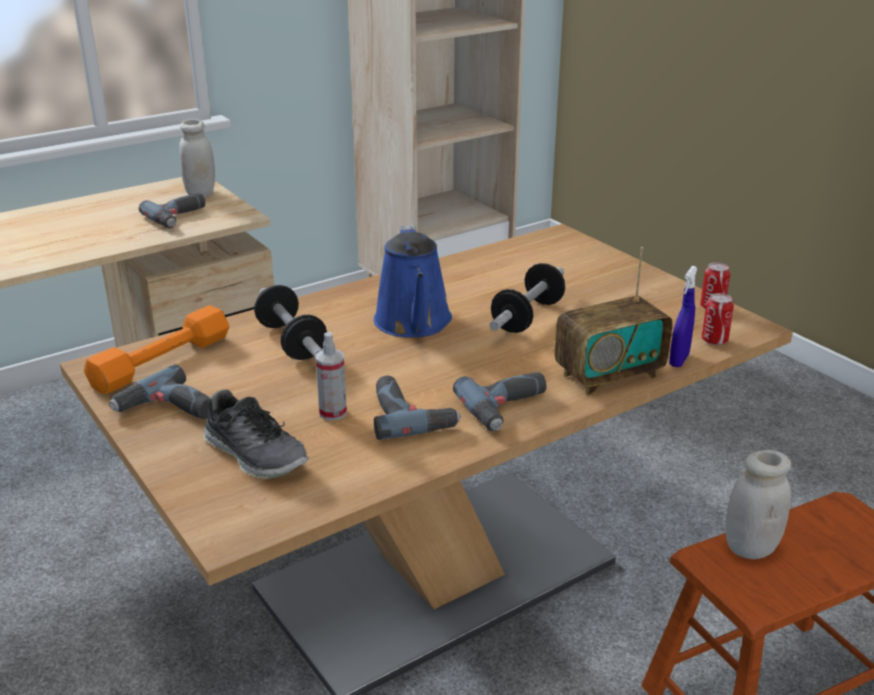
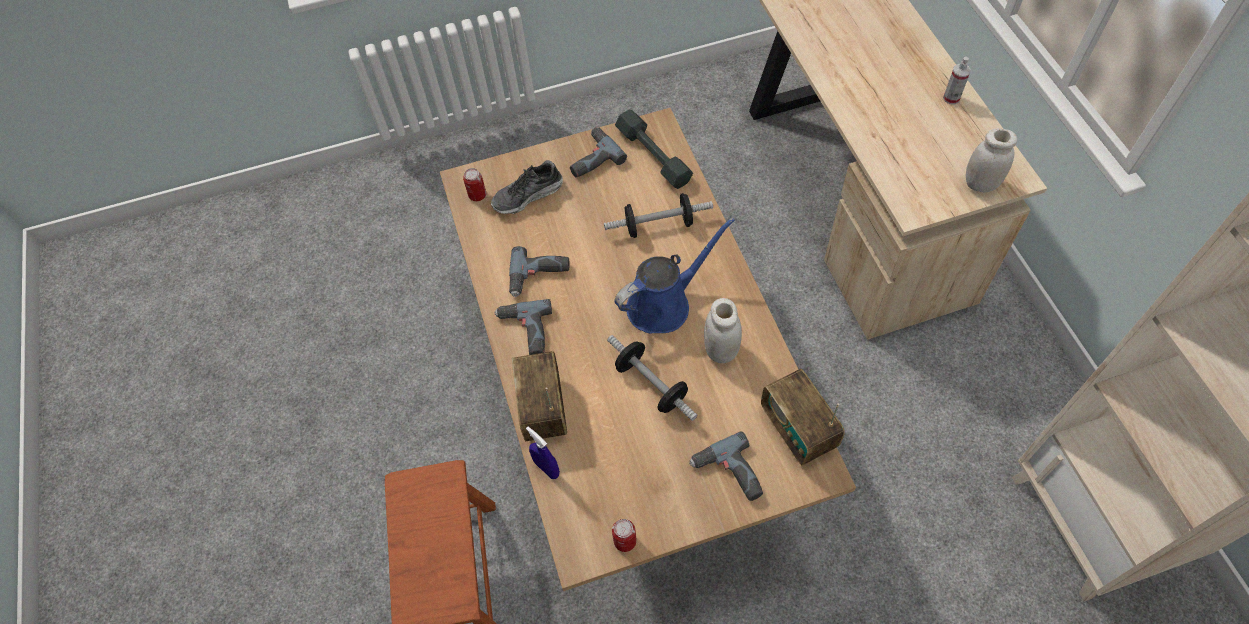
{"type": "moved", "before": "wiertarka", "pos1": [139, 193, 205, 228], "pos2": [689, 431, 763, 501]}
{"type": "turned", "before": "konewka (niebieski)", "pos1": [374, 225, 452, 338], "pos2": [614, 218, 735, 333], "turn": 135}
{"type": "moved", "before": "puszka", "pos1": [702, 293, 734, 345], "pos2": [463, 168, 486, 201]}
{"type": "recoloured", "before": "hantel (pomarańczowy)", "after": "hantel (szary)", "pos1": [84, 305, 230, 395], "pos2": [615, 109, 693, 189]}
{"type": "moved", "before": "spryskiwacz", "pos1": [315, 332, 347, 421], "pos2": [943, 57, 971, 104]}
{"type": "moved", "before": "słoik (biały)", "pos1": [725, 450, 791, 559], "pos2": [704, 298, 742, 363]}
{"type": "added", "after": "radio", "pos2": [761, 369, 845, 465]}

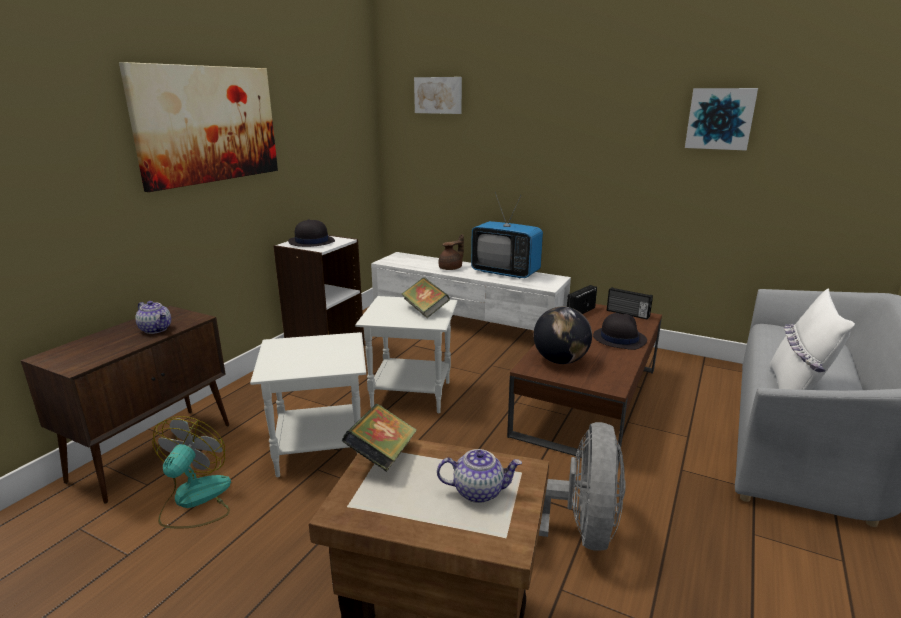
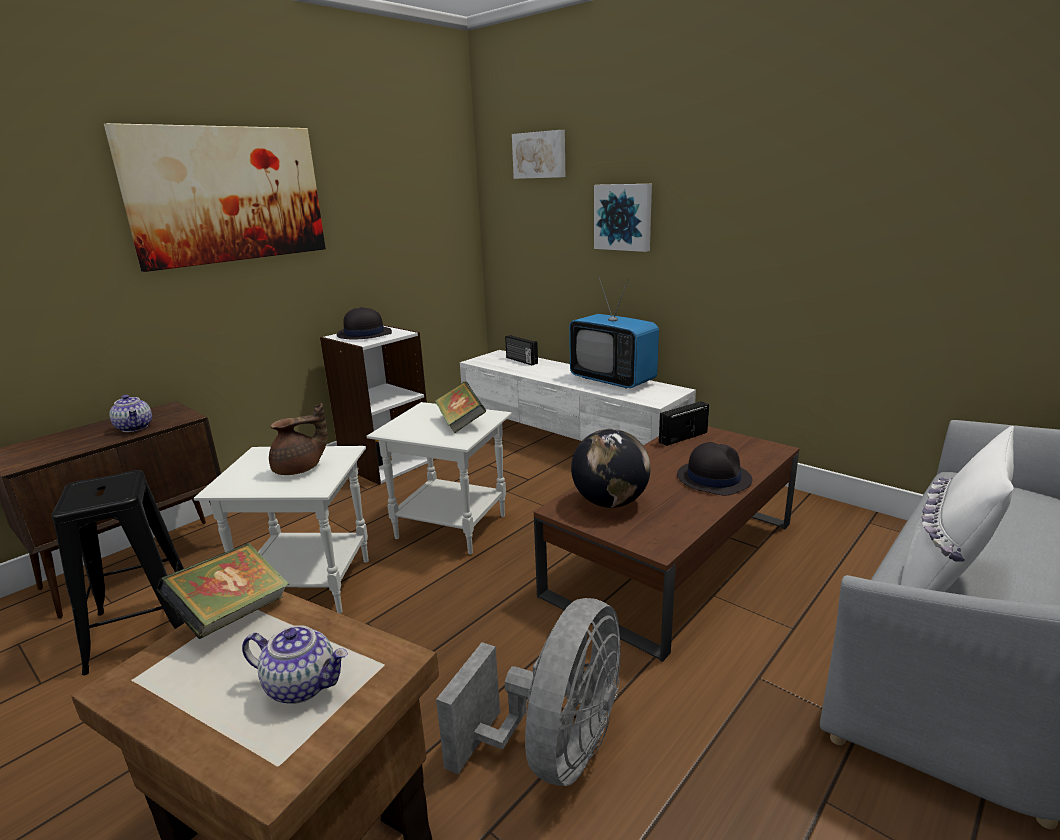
{"type": "moved", "before": "obraz", "pos1": [685, 88, 758, 151], "pos2": [594, 184, 652, 252]}
{"type": "moved", "before": "imbryk (brązowy)", "pos1": [438, 234, 464, 270], "pos2": [269, 403, 327, 475]}
{"type": "moved", "before": "radio", "pos1": [607, 287, 653, 320], "pos2": [505, 335, 538, 365]}
{"type": "replaced", "before": "wentylator", "after": "stołek (czarny)", "pos1": [152, 416, 231, 528], "pos2": [52, 470, 184, 675]}

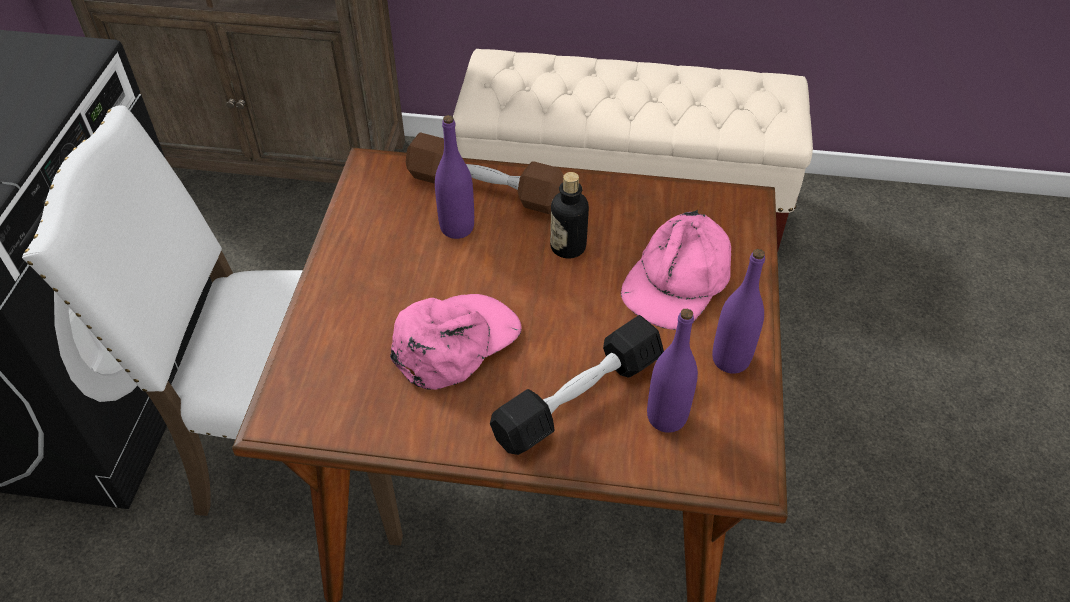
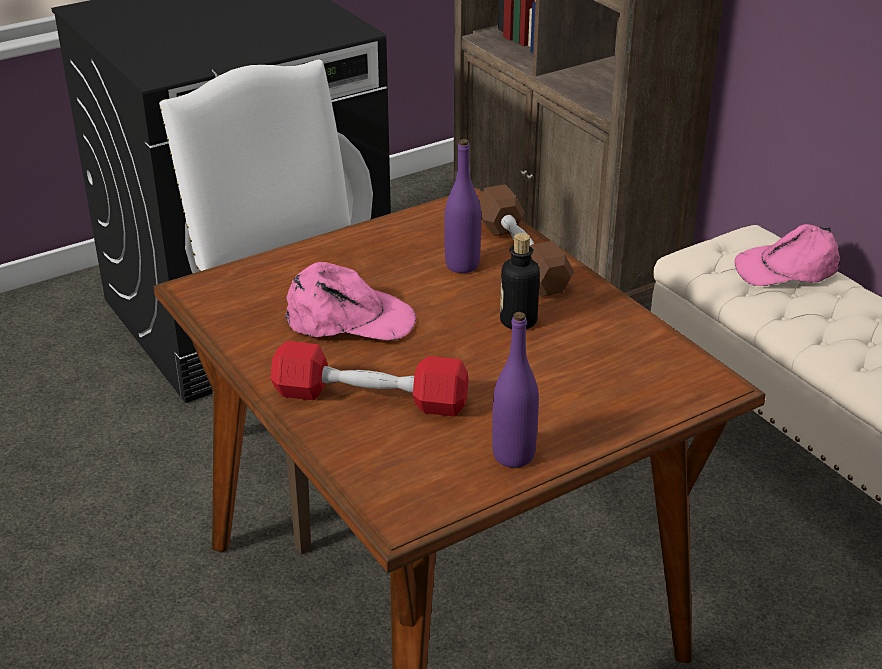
{"type": "moved", "before": "czapka z daszkiem (różowy)", "pos1": [621, 210, 731, 330], "pos2": [734, 224, 841, 286]}
{"type": "removed", "before": "butelka (fioletowy)", "pos1": [647, 309, 698, 433]}
{"type": "recoloured", "before": "hantel (czarny)", "after": "hantel (czerwony)", "pos1": [490, 315, 664, 455], "pos2": [271, 341, 469, 417]}

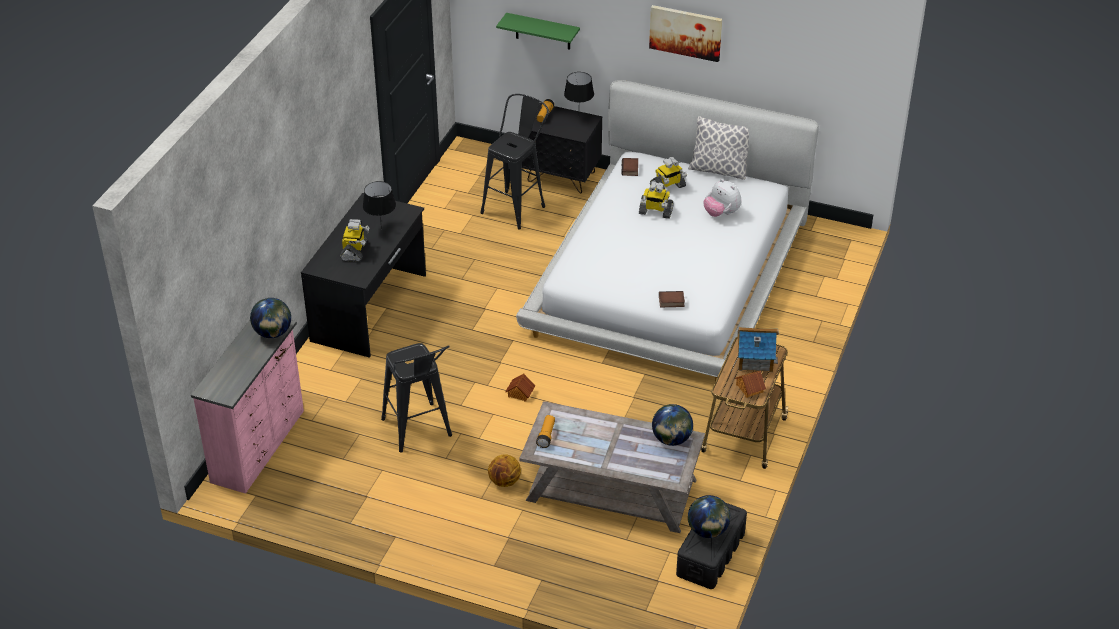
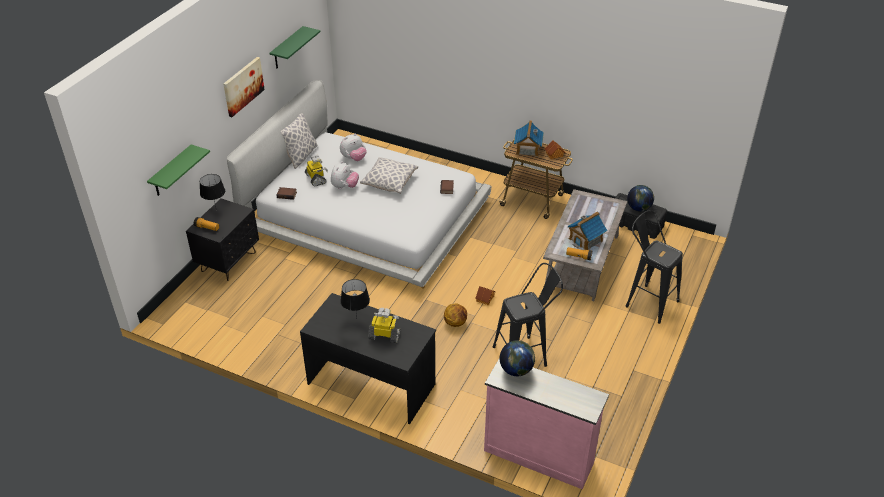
{"type": "moved", "before": "stołek (czarny)", "pos1": [480, 94, 549, 230], "pos2": [626, 210, 683, 324]}
{"type": "replaced", "before": "robot zabawkowy", "after": "pluszak", "pos1": [639, 182, 674, 219], "pos2": [331, 161, 359, 189]}
{"type": "removed", "before": "globus", "pos1": [652, 404, 693, 446]}
{"type": "moved", "before": "piłka do koszykówki", "pos1": [488, 454, 521, 487], "pos2": [444, 303, 467, 327]}
{"type": "added", "after": "półka (zielony)", "pos2": [269, 26, 320, 68]}
{"type": "added", "after": "poduszka", "pos2": [360, 157, 418, 194]}
{"type": "added", "after": "domek", "pos2": [568, 212, 607, 250]}

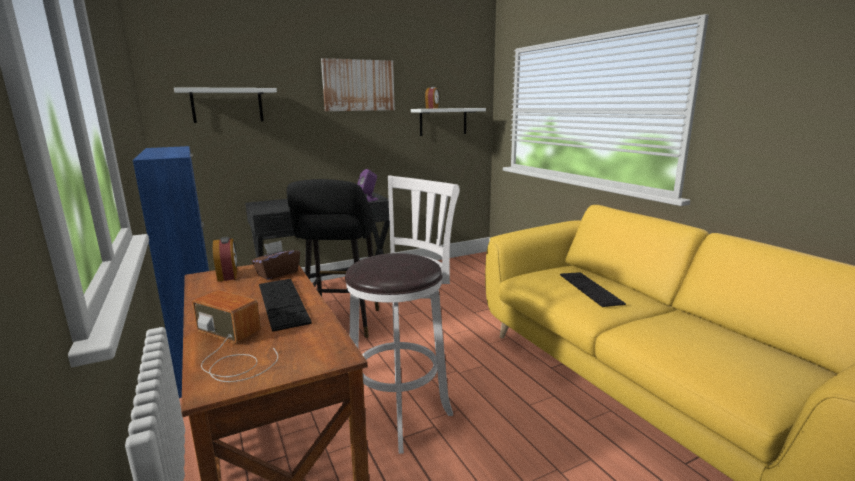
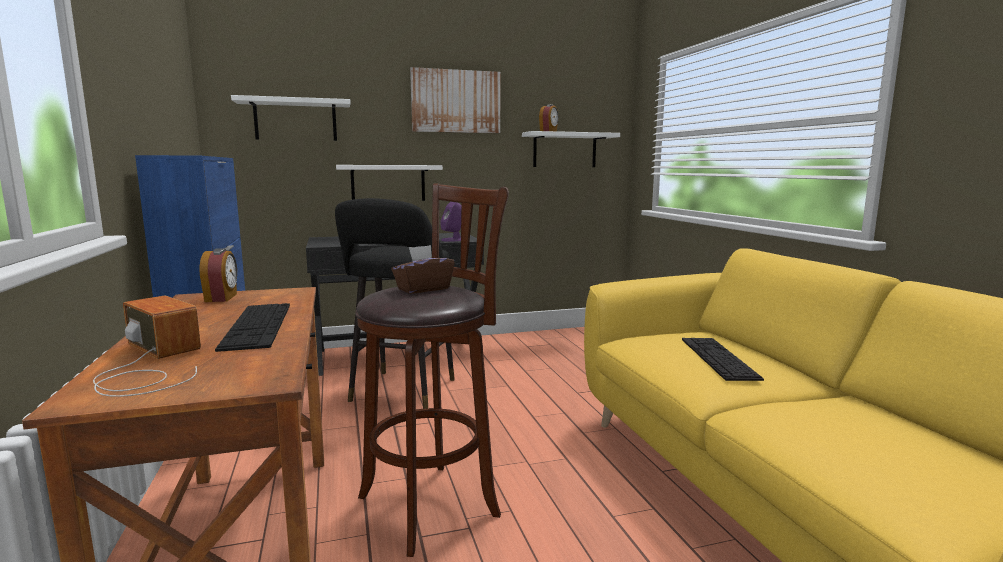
{"type": "recoloured", "before": "stołek (biały)", "after": "stołek (brązowy)", "pos1": [345, 175, 460, 454], "pos2": [355, 183, 509, 557]}
{"type": "moved", "before": "pudełko chusteczek (brązowy)", "pos1": [251, 241, 300, 280], "pos2": [391, 245, 455, 294]}
{"type": "added", "after": "półka (biały)", "pos2": [336, 165, 443, 201]}

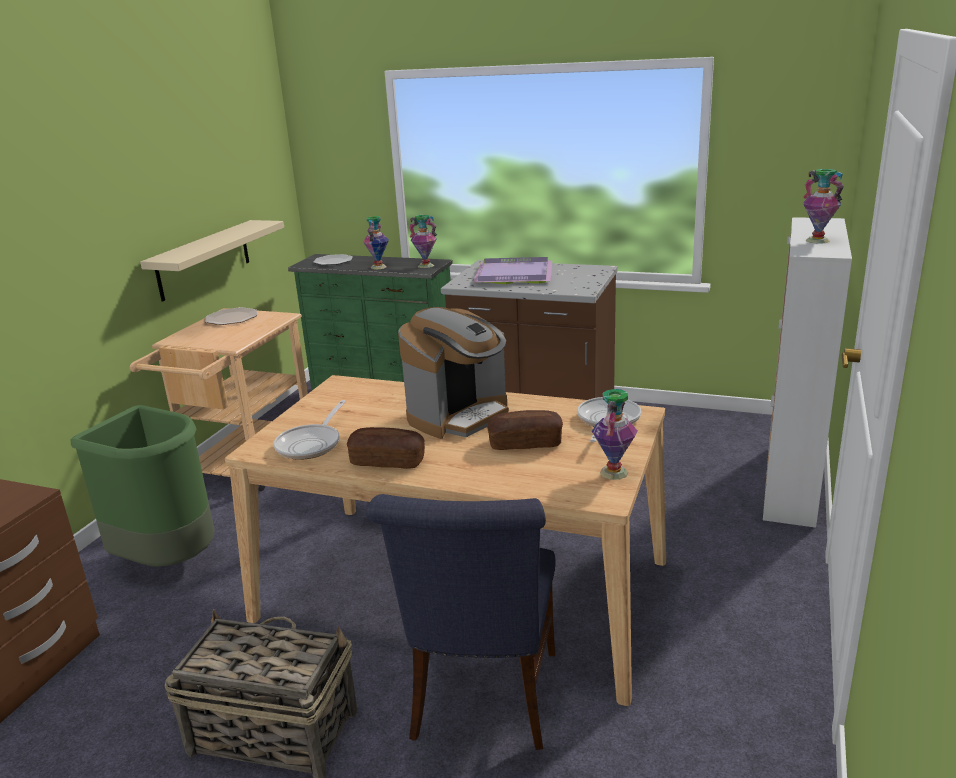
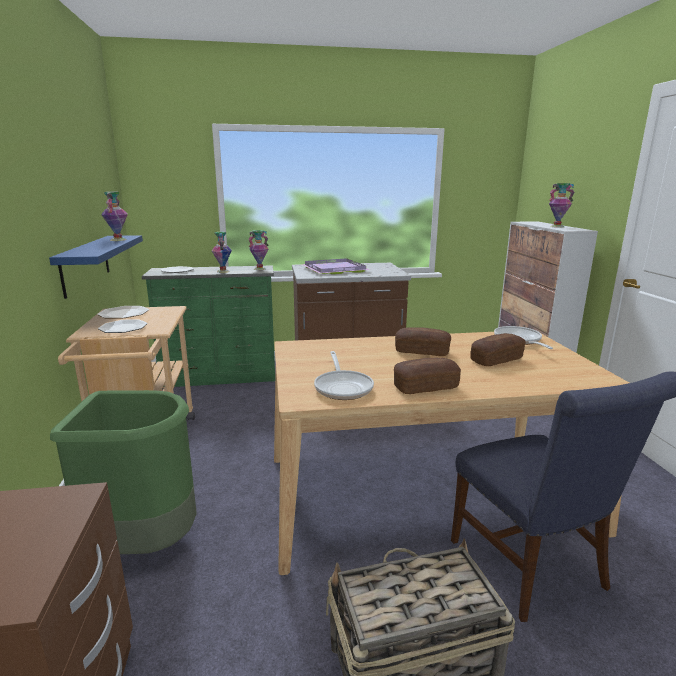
{"type": "recoloured", "before": "półka (beżowy)", "after": "półka (niebieski)", "pos1": [140, 220, 284, 302], "pos2": [49, 235, 143, 299]}
{"type": "replaced", "before": "ekspres do kawy", "after": "chleb", "pos1": [398, 307, 509, 439], "pos2": [395, 327, 451, 356]}
{"type": "moved", "before": "wazon", "pos1": [592, 389, 638, 480], "pos2": [101, 192, 128, 241]}
{"type": "added", "after": "talerz", "pos2": [98, 320, 148, 333]}

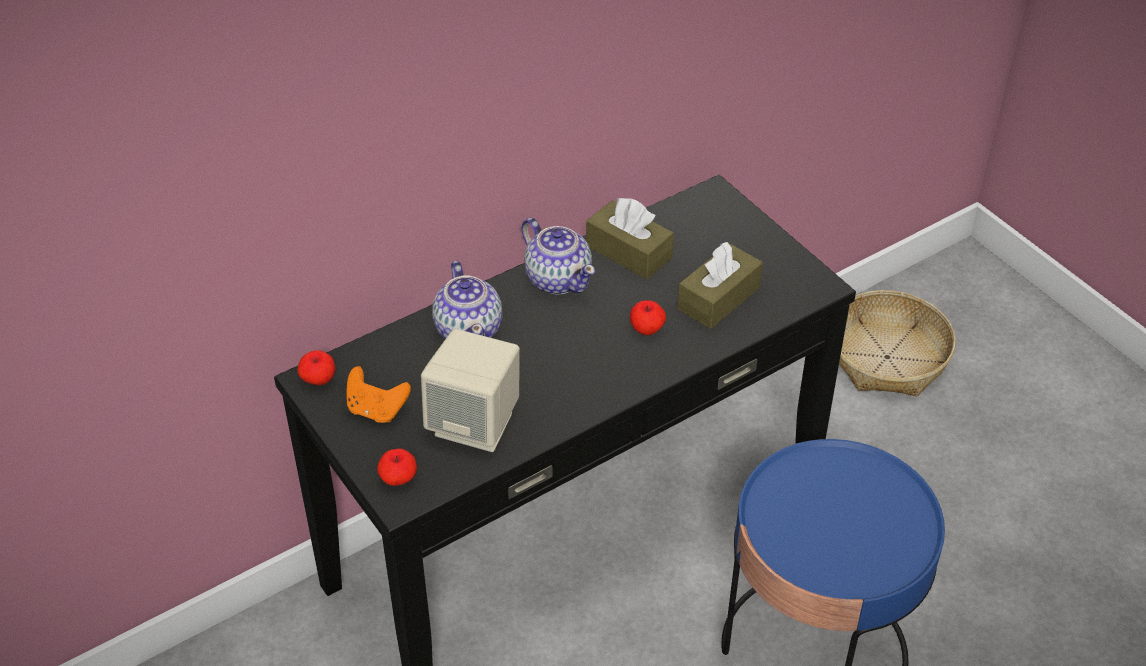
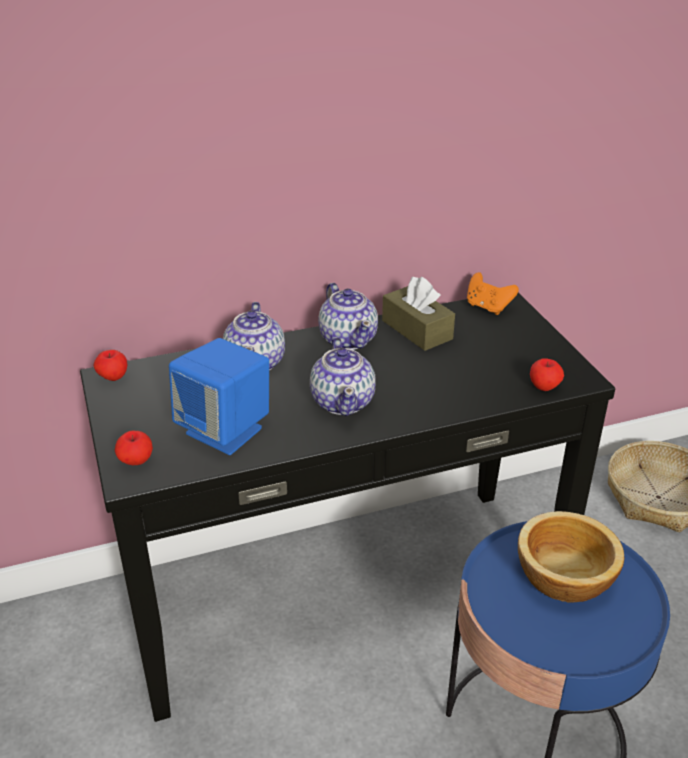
{"type": "removed", "before": "pudełko chusteczek (brązowy)", "pos1": [677, 242, 763, 329]}
{"type": "moved", "before": "jabłko", "pos1": [630, 300, 666, 335], "pos2": [530, 358, 564, 391]}
{"type": "recoloured", "before": "głośnik (beżowy)", "after": "głośnik (niebieski)", "pos1": [421, 329, 520, 452], "pos2": [169, 338, 269, 455]}
{"type": "moved", "before": "pad do gier (pomarańczowy)", "pos1": [346, 366, 411, 423], "pos2": [467, 272, 519, 315]}
{"type": "added", "after": "imbryk", "pos2": [310, 337, 376, 416]}
{"type": "added", "after": "miska", "pos2": [518, 511, 624, 603]}

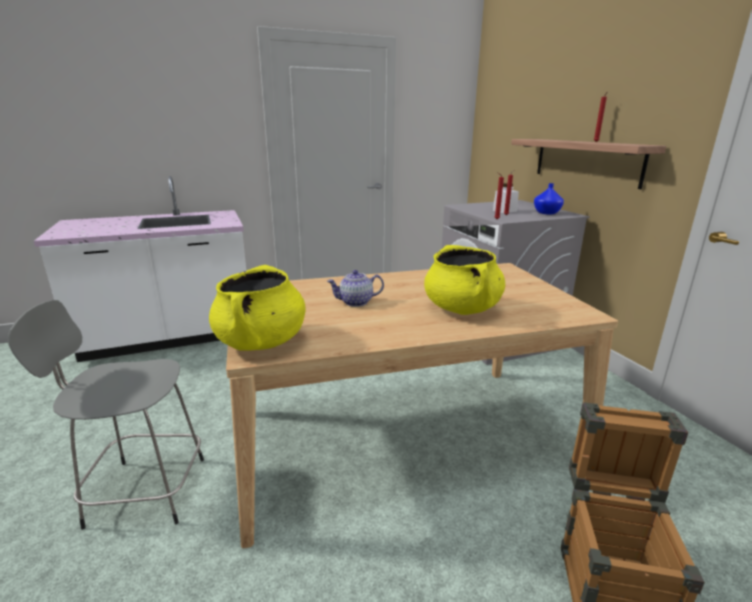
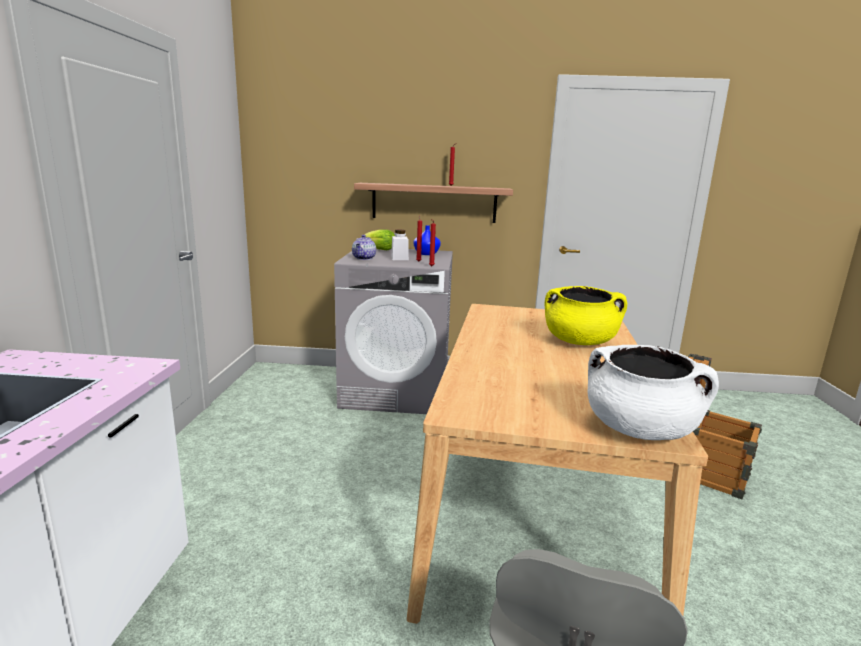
{"type": "recoloured", "before": "garnek (żółty)", "after": "garnek (biały)", "pos1": [209, 265, 306, 351], "pos2": [587, 345, 719, 440]}
{"type": "moved", "before": "imbryk", "pos1": [327, 270, 384, 307], "pos2": [352, 235, 376, 260]}
{"type": "added", "after": "sałata", "pos2": [361, 229, 395, 250]}

